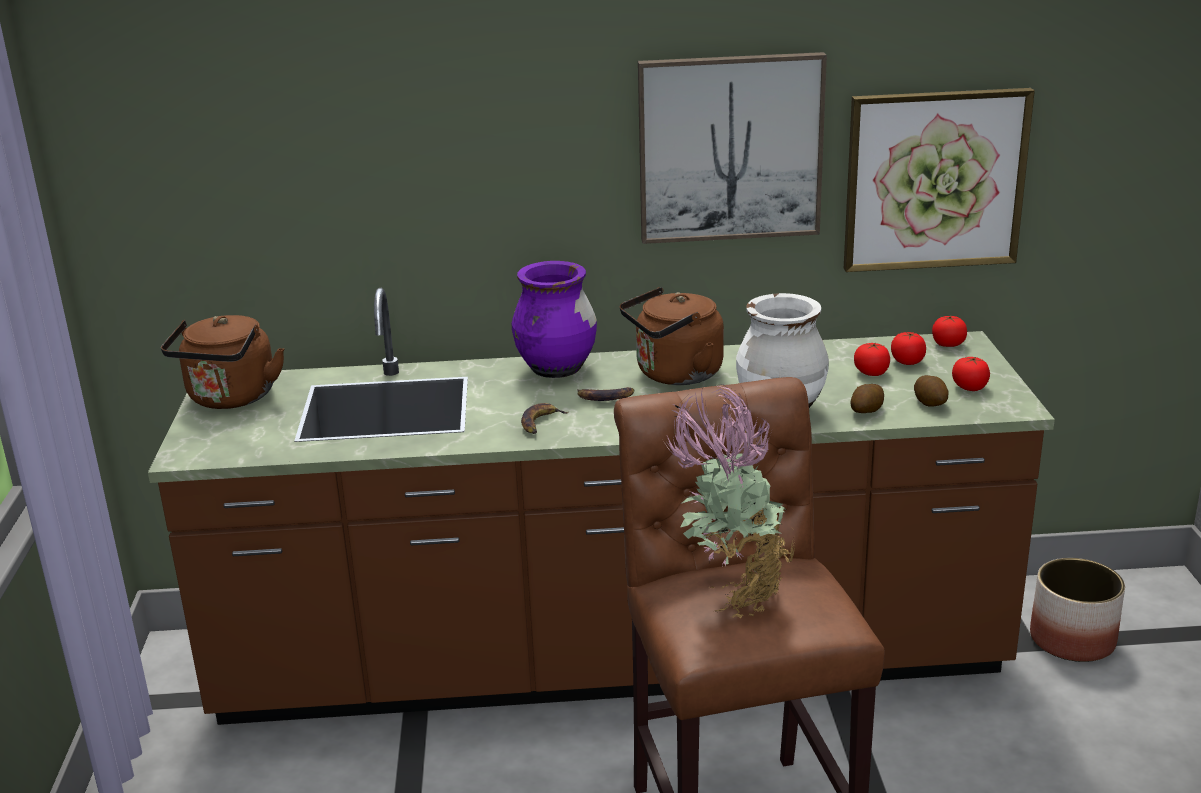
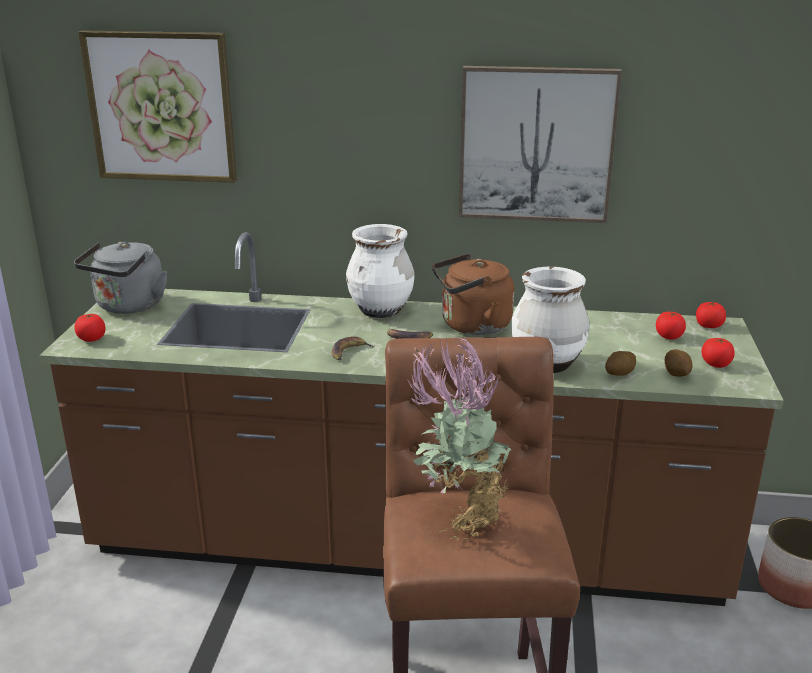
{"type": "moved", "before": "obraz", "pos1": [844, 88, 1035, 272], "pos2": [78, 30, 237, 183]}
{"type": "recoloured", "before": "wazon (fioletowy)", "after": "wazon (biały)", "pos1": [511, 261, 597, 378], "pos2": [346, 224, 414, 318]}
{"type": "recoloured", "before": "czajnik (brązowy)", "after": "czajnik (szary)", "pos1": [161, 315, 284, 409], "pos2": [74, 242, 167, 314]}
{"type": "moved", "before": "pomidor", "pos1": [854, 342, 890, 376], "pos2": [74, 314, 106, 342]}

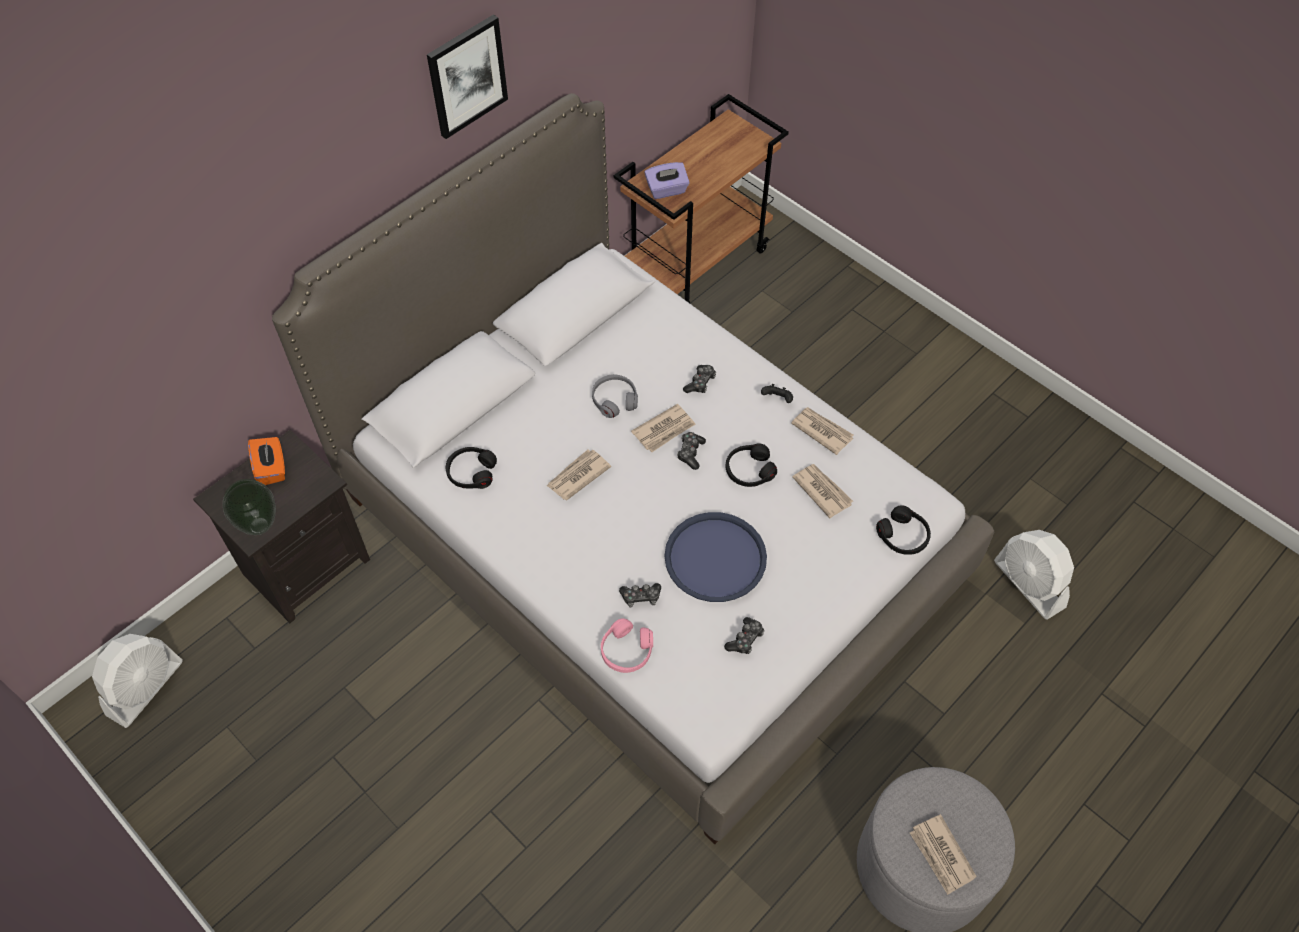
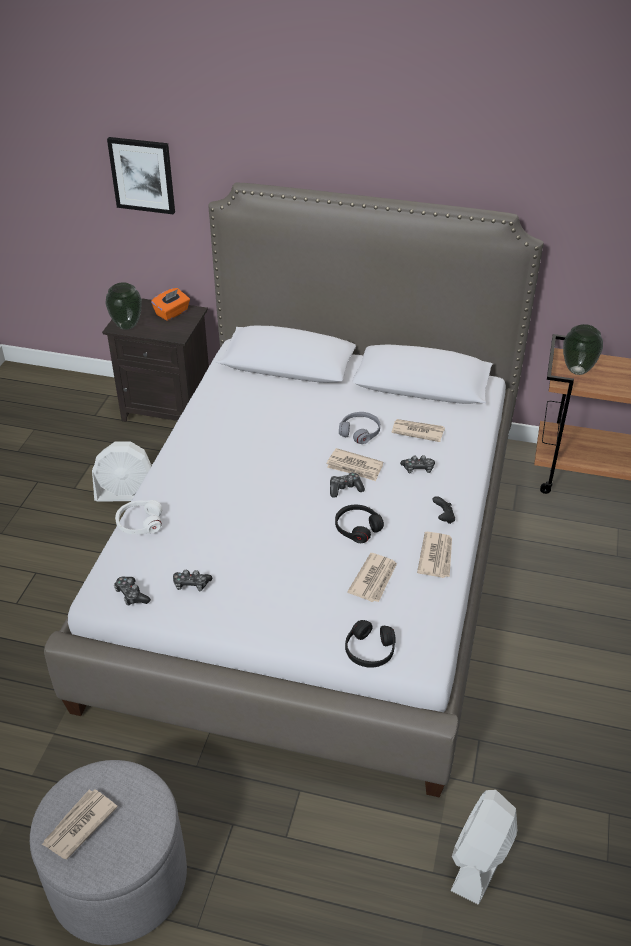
{"type": "moved", "before": "obraz", "pos1": [427, 14, 508, 139], "pos2": [107, 137, 175, 214]}
{"type": "replaced", "before": "pudełko chusteczek (fioletowy)", "after": "wazon", "pos1": [645, 162, 690, 199], "pos2": [563, 324, 603, 375]}
{"type": "removed", "before": "słuchawki (czarny)", "pos1": [446, 447, 497, 489]}
{"type": "moved", "before": "gazeta", "pos1": [547, 449, 611, 500], "pos2": [391, 419, 445, 442]}
{"type": "removed", "before": "taca (niebieski)", "pos1": [664, 512, 767, 602]}
{"type": "moved", "before": "pad do gier", "pos1": [619, 583, 661, 607], "pos2": [114, 577, 151, 605]}
{"type": "recoloured", "before": "słuchawki (różowy)", "after": "słuchawki (biały)", "pos1": [601, 618, 653, 673], "pos2": [115, 500, 162, 535]}
{"type": "moved", "before": "wentylator (biały)", "pos1": [92, 634, 183, 728], "pos2": [92, 441, 153, 501]}

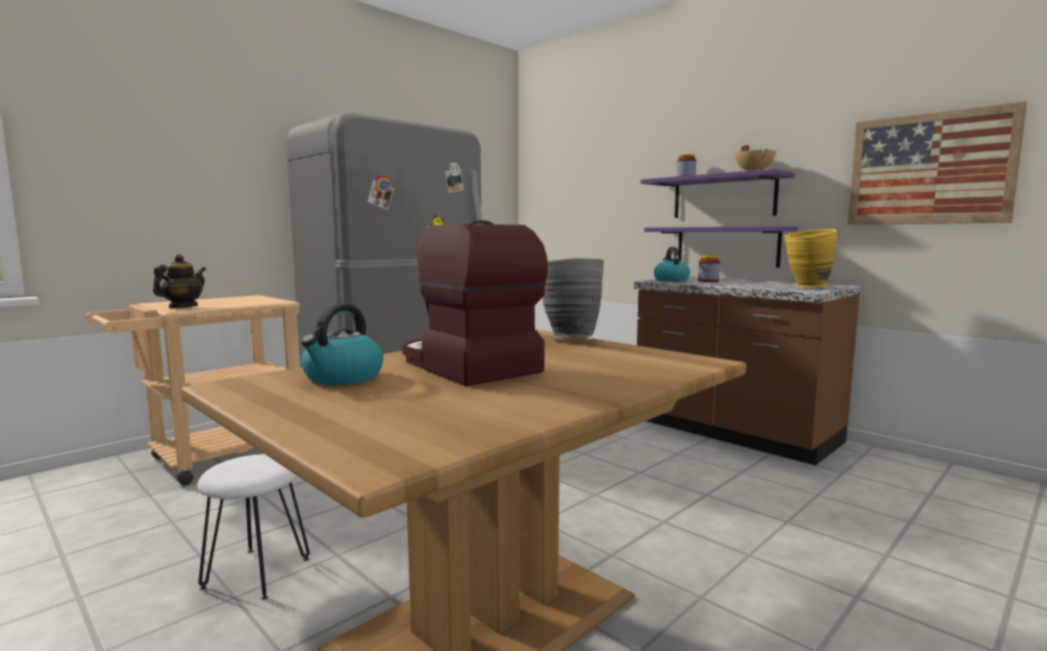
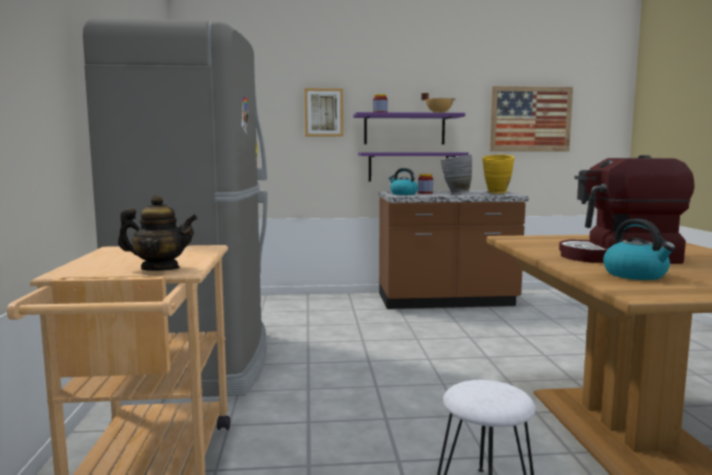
{"type": "turned", "before": "imbryk", "pos1": [153, 254, 206, 308], "pos2": [118, 195, 198, 271], "turn": 120}
{"type": "moved", "before": "wazon (szary)", "pos1": [543, 258, 604, 338], "pos2": [440, 155, 472, 194]}
{"type": "added", "after": "obraz", "pos2": [304, 88, 343, 137]}

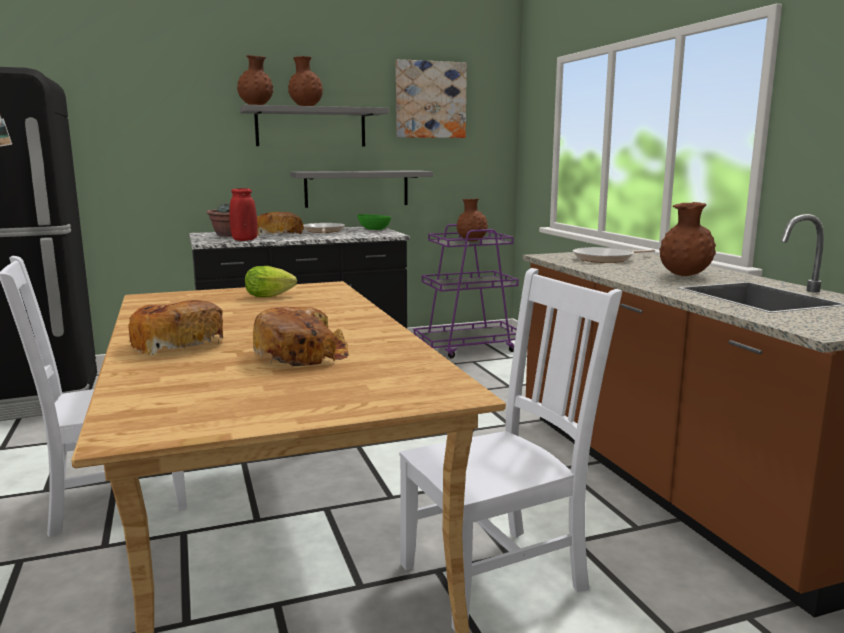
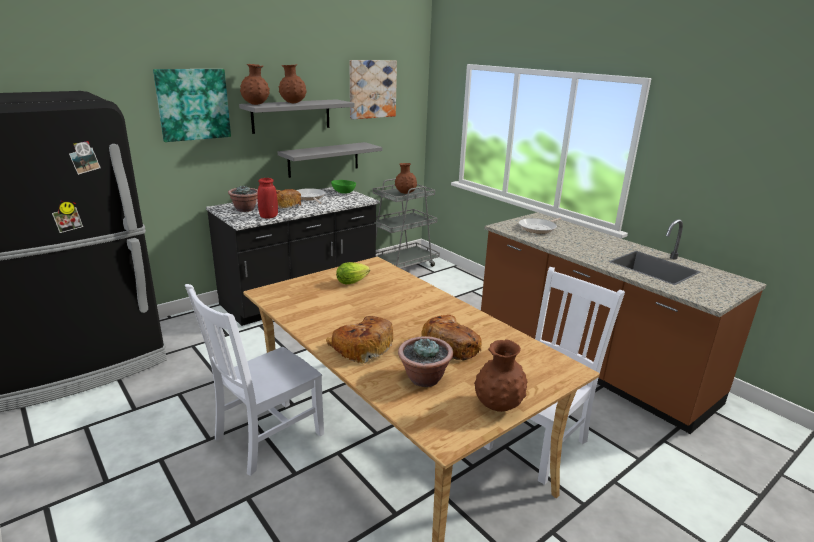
{"type": "moved", "before": "wazon (brązowy)", "pos1": [659, 202, 716, 276], "pos2": [474, 339, 528, 412]}
{"type": "recoloured", "before": "wózek (fioletowy)", "after": "wózek (szary)", "pos1": [414, 224, 519, 358], "pos2": [373, 178, 440, 268]}
{"type": "added", "after": "obraz", "pos2": [153, 69, 231, 142]}
{"type": "added", "after": "roślina doniczkowa", "pos2": [398, 336, 453, 387]}

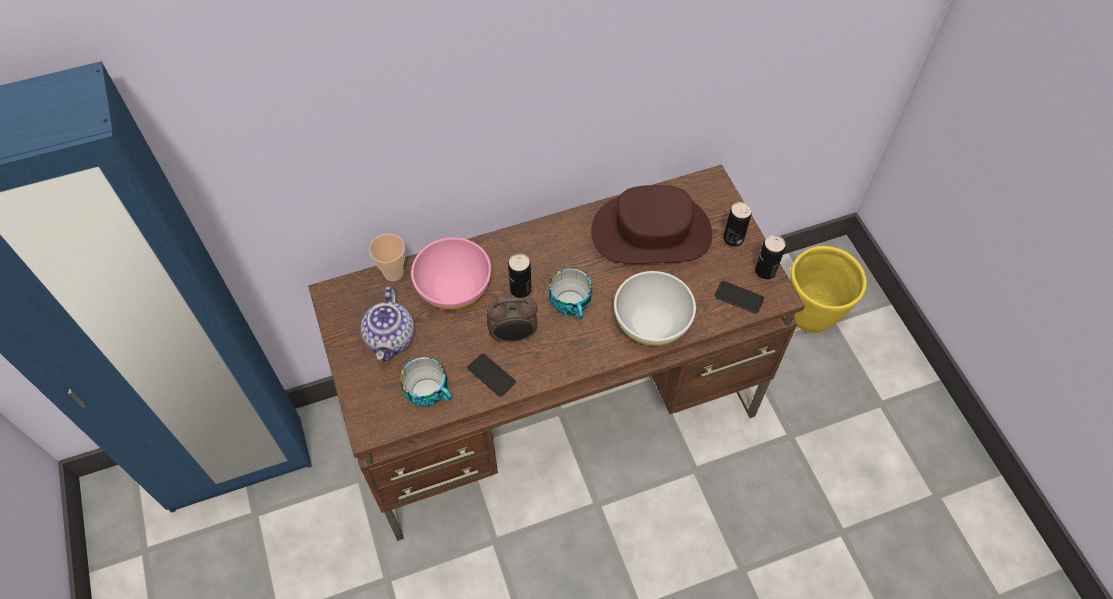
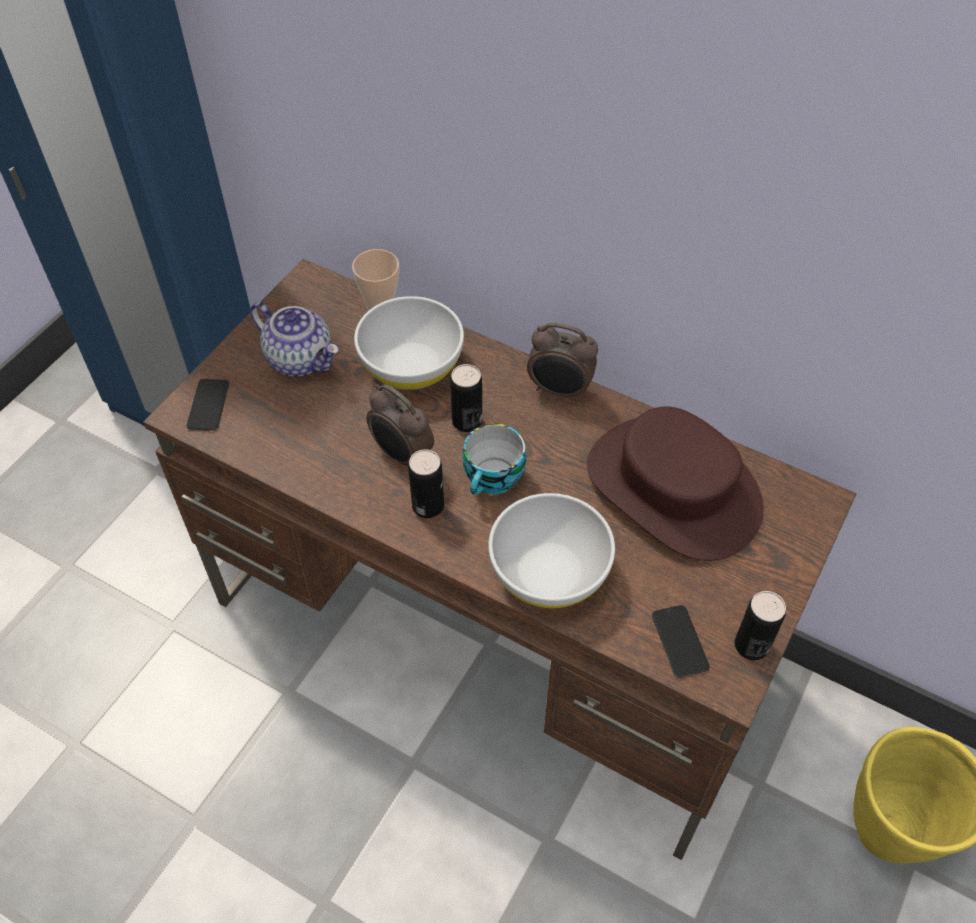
{"type": "moved", "before": "puszka", "pos1": [723, 202, 752, 247], "pos2": [408, 449, 444, 518]}
{"type": "recoloured", "before": "miska (różowy)", "after": "miska (biały)", "pos1": [411, 238, 491, 310], "pos2": [354, 296, 464, 390]}
{"type": "turned", "before": "imbryk", "pos1": [361, 286, 415, 362], "pos2": [250, 302, 339, 377], "turn": -105}
{"type": "moved", "before": "telefon", "pos1": [467, 354, 516, 397], "pos2": [187, 379, 229, 431]}
{"type": "removed", "before": "filiżanka", "pos1": [400, 357, 452, 407]}
{"type": "added", "after": "budzik", "pos2": [527, 323, 598, 401]}

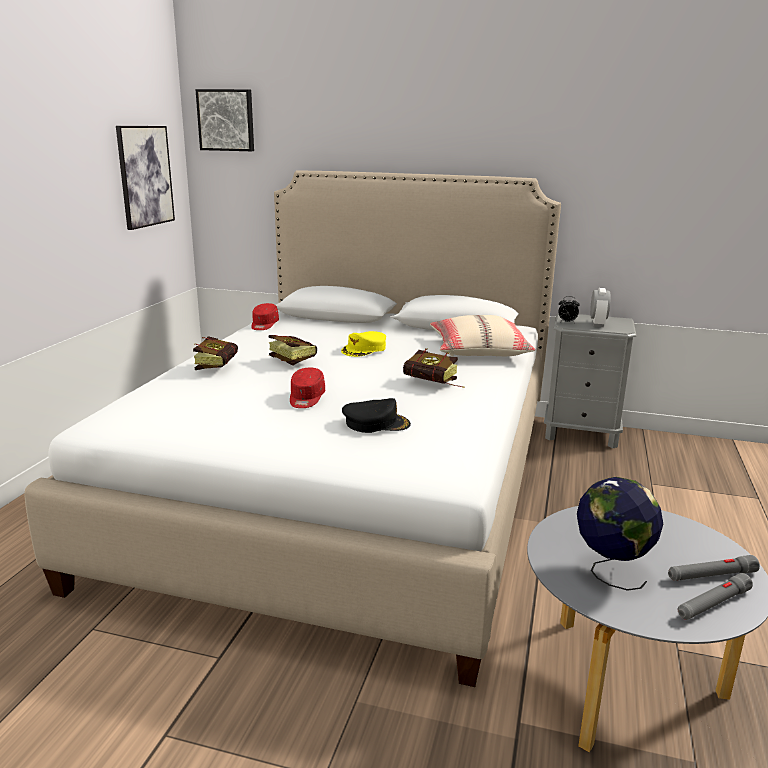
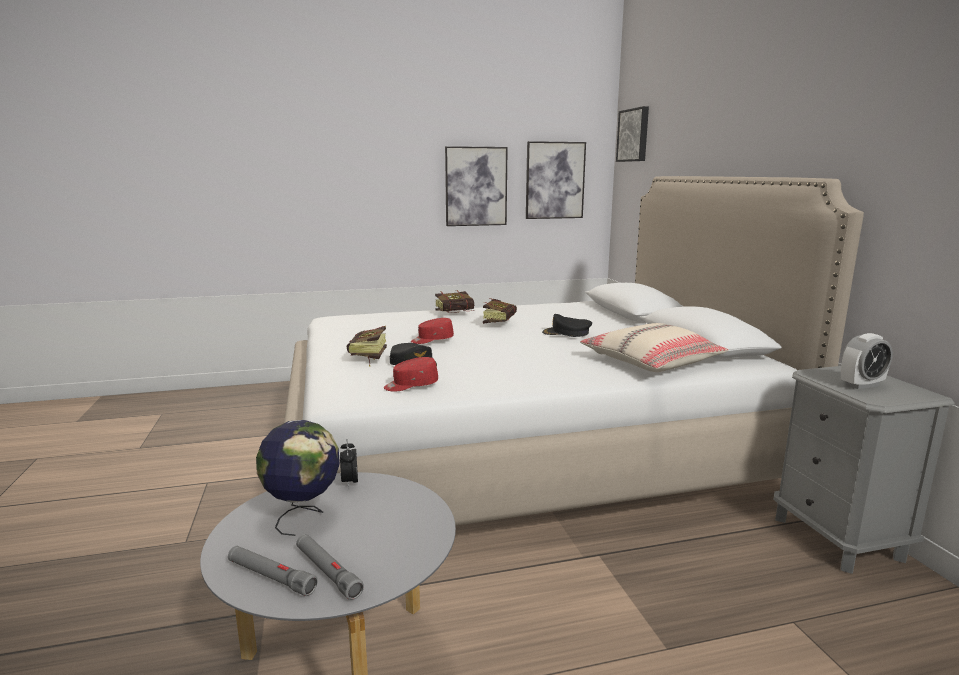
{"type": "moved", "before": "budzik", "pos1": [558, 296, 580, 322], "pos2": [340, 440, 358, 488]}
{"type": "moved", "before": "czapka z daszkiem (czerwony)", "pos1": [251, 303, 279, 330], "pos2": [384, 357, 438, 392]}
{"type": "recoloured", "before": "czapka z daszkiem (żółty)", "after": "czapka z daszkiem (czarny)", "pos1": [341, 331, 386, 357], "pos2": [542, 314, 592, 337]}
{"type": "moved", "before": "książka", "pos1": [403, 348, 465, 388], "pos2": [347, 326, 387, 367]}
{"type": "added", "after": "obraz", "pos2": [445, 146, 508, 226]}

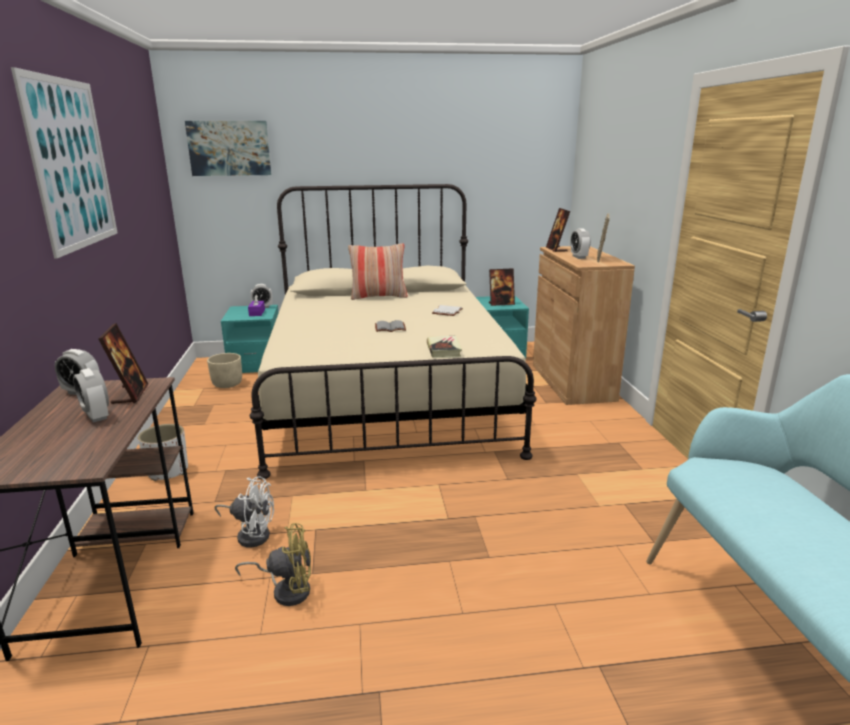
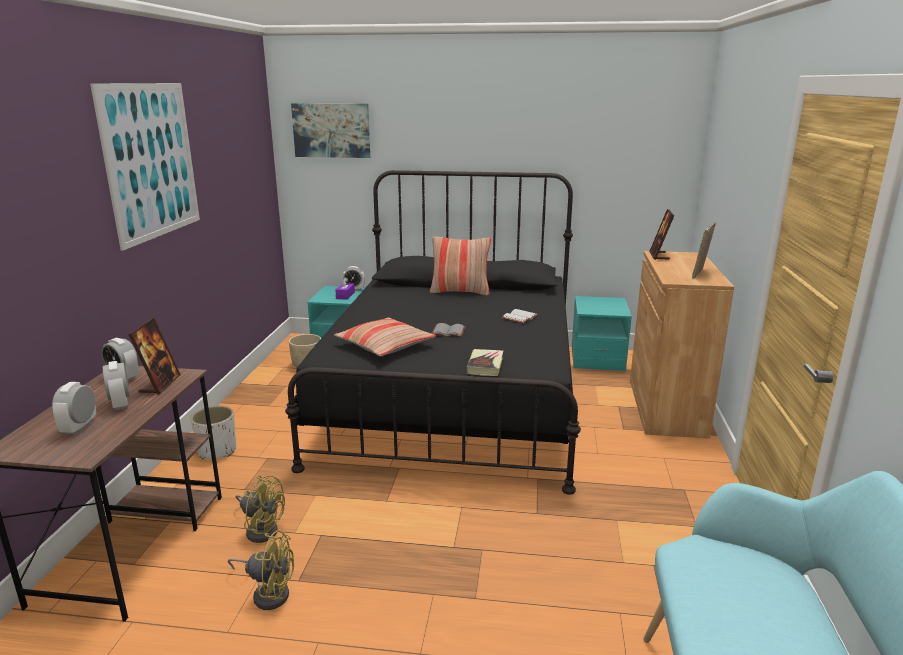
{"type": "recoloured", "before": "łóżko (beżowy)", "after": "łóżko (czarny)", "pos1": [250, 184, 537, 479], "pos2": [285, 170, 581, 495]}
{"type": "moved", "before": "budzik", "pos1": [570, 228, 591, 259], "pos2": [52, 382, 96, 435]}
{"type": "removed", "before": "ramka na zdjęcie", "pos1": [489, 268, 515, 306]}
{"type": "recoloured", "before": "wentylator (biały)", "after": "wentylator (żółty)", "pos1": [215, 476, 274, 548], "pos2": [236, 475, 285, 543]}
{"type": "added", "after": "poduszka", "pos2": [334, 318, 436, 356]}

